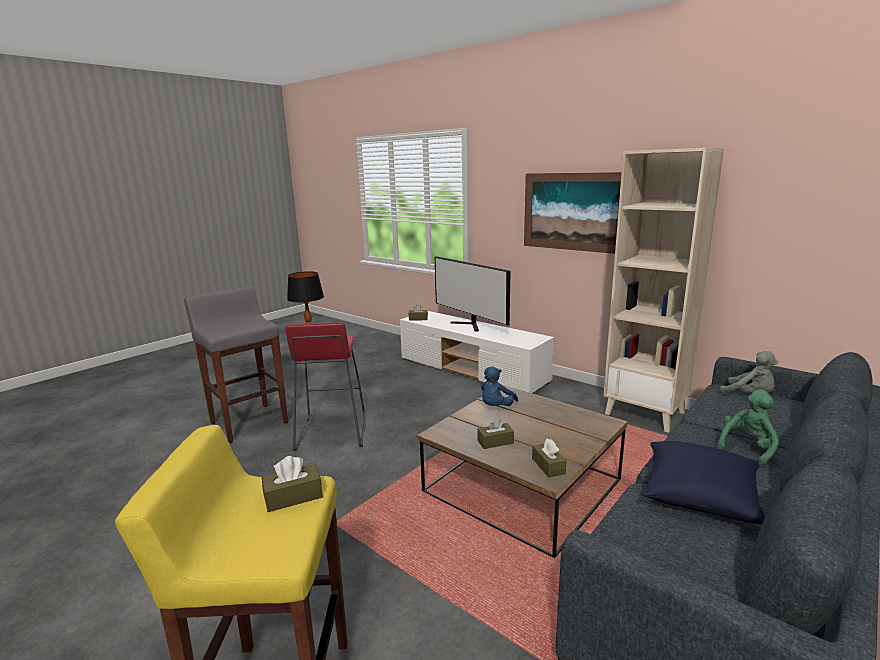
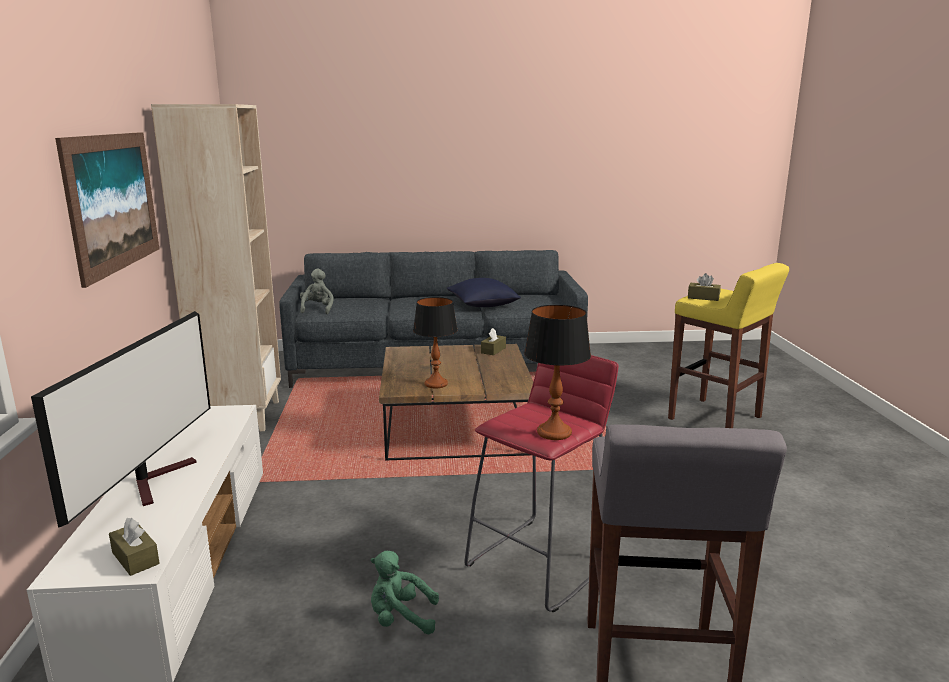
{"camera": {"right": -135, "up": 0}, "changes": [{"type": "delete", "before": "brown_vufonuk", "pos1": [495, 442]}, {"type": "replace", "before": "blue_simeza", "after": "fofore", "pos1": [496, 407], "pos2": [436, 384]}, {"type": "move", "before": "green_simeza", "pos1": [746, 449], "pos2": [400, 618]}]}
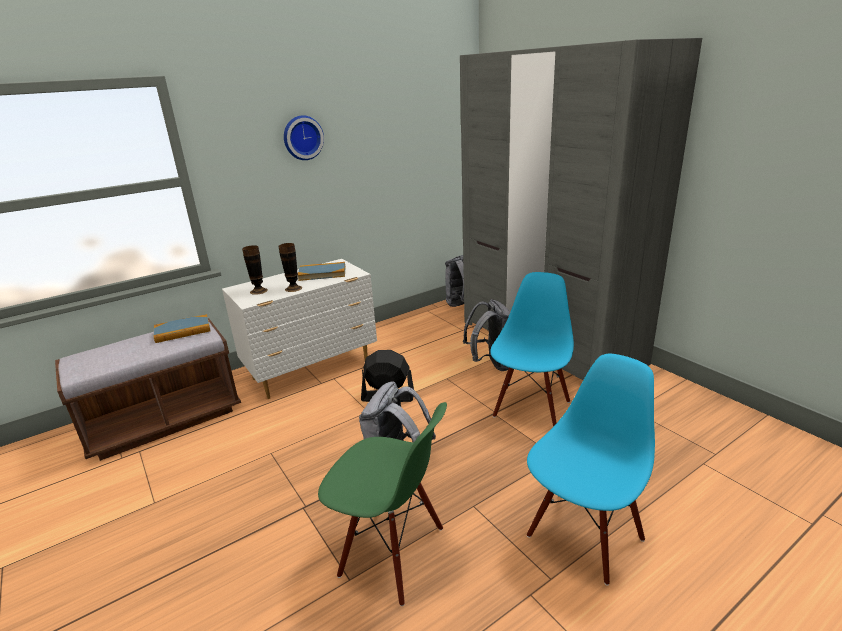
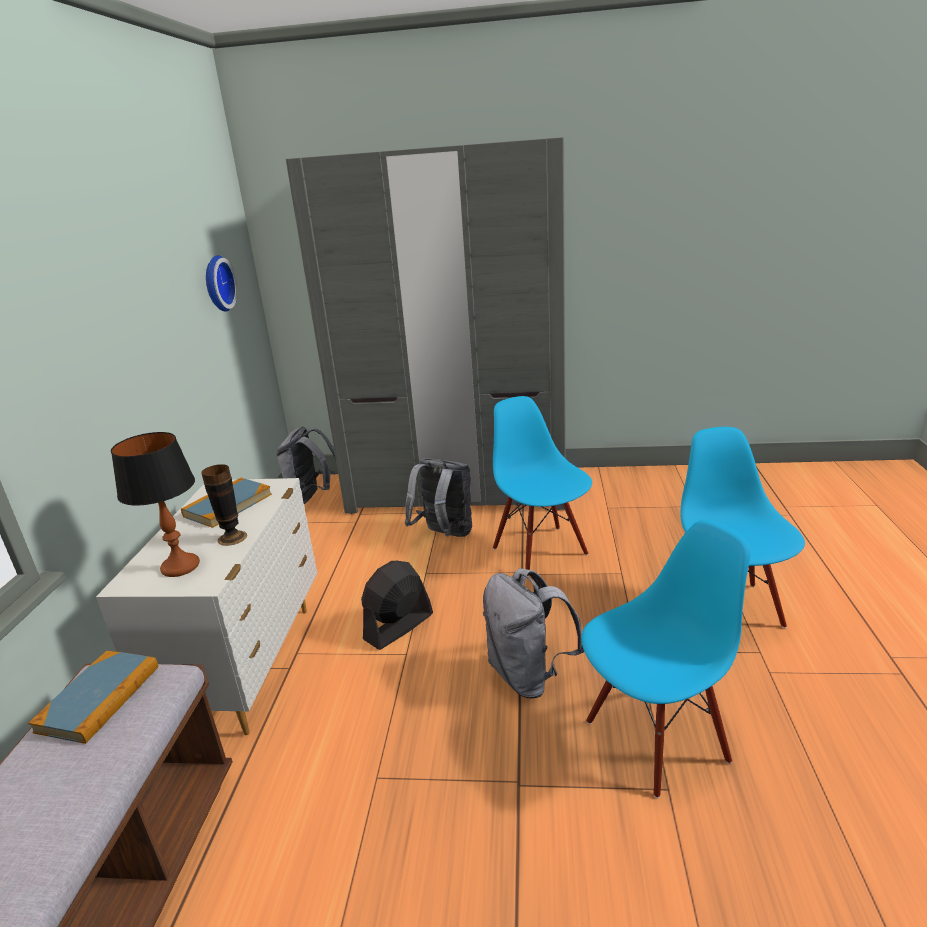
{"camera": {"right": -50, "up": 0}, "changes": [{"type": "replace", "before": "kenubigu", "after": "fofore", "pos1": [258, 291], "pos2": [181, 566]}, {"type": "move", "before": "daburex", "pos1": [302, 137], "pos2": [216, 284]}, {"type": "recolor", "before": "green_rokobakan", "after": "blue_rokobakan", "pos1": [392, 553], "pos2": [655, 738]}]}
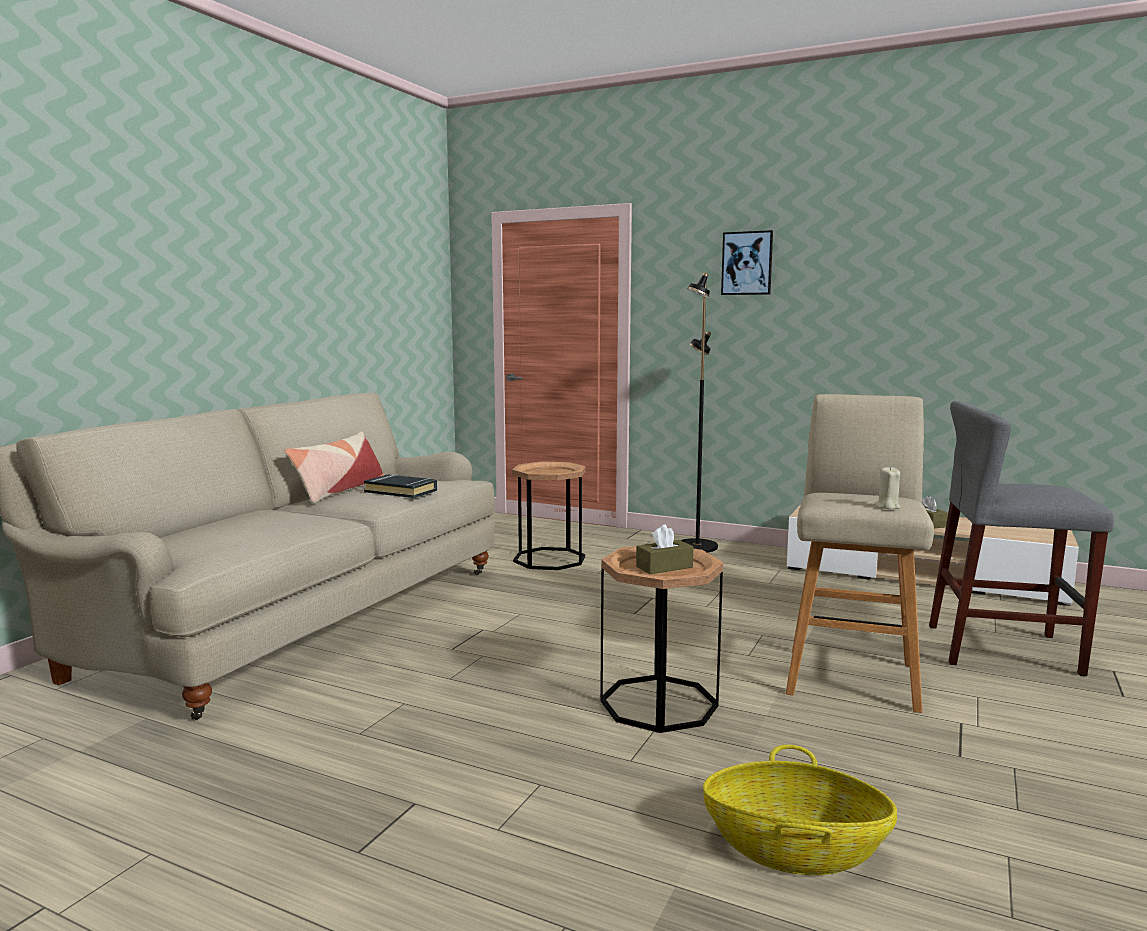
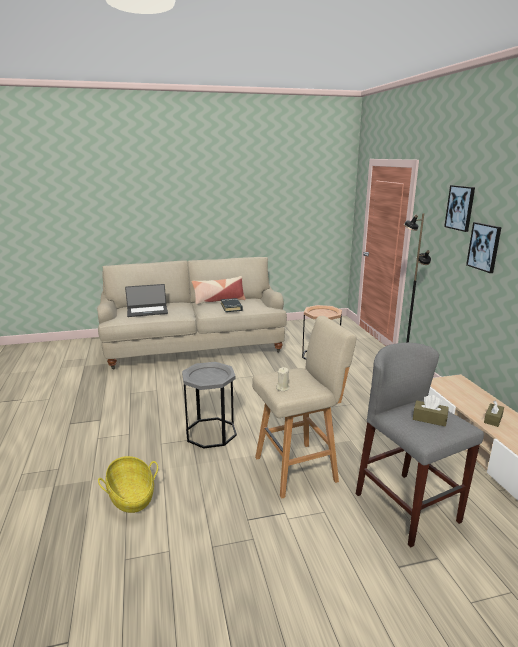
{"camera": {"right": 50, "up": 10}, "changes": [{"type": "recolor", "before": "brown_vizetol", "after": "grey_vizetol", "pos1": [659, 703], "pos2": [211, 432]}, {"type": "move", "before": "brown_vufonuk", "pos1": [664, 567], "pos2": [429, 419]}, {"type": "insert", "after": "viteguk", "pos2": [147, 311]}, {"type": "insert", "after": "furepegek", "pos2": [484, 247]}]}
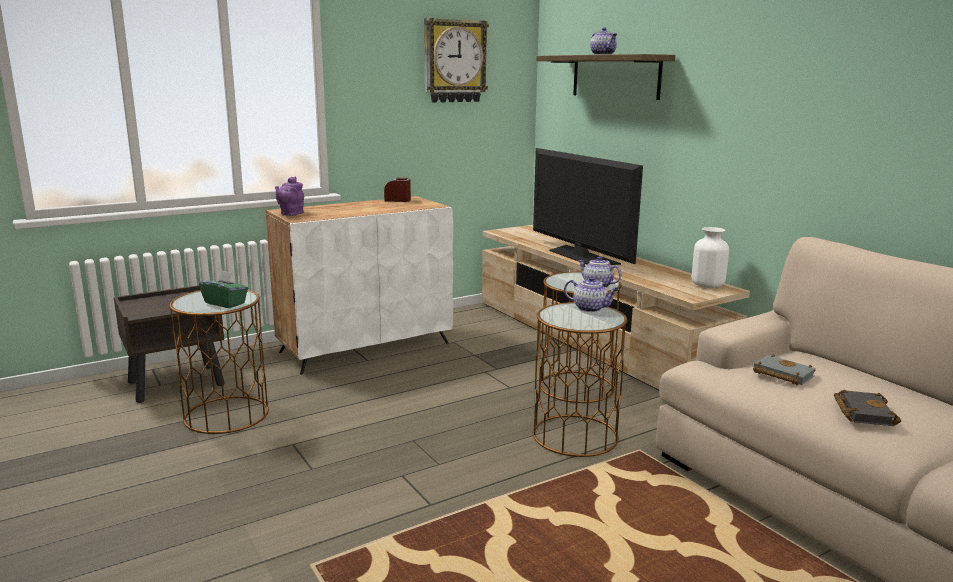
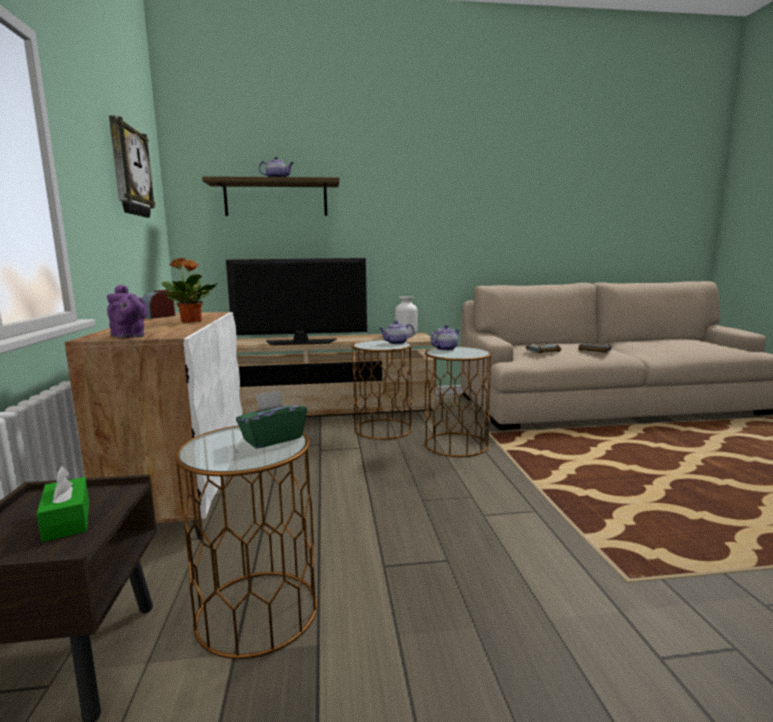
{"camera": {"right": -65, "up": -5}, "changes": [{"type": "insert", "after": "green_vufonuk", "pos2": [67, 520]}, {"type": "insert", "after": "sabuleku", "pos2": [191, 321]}]}
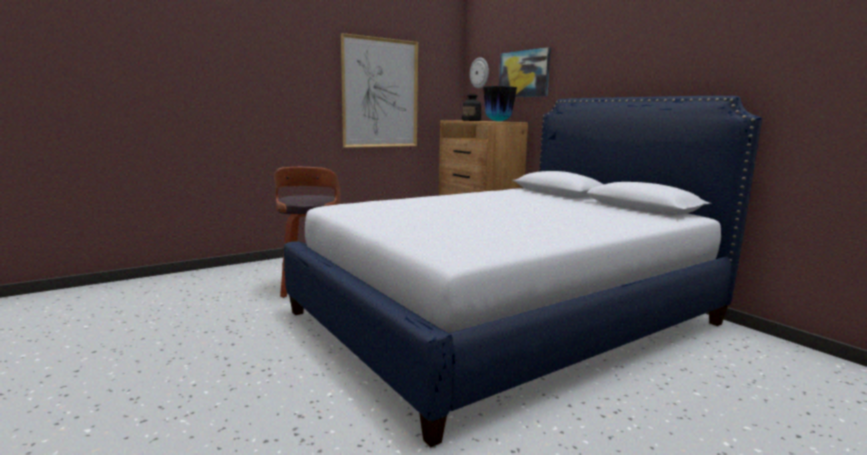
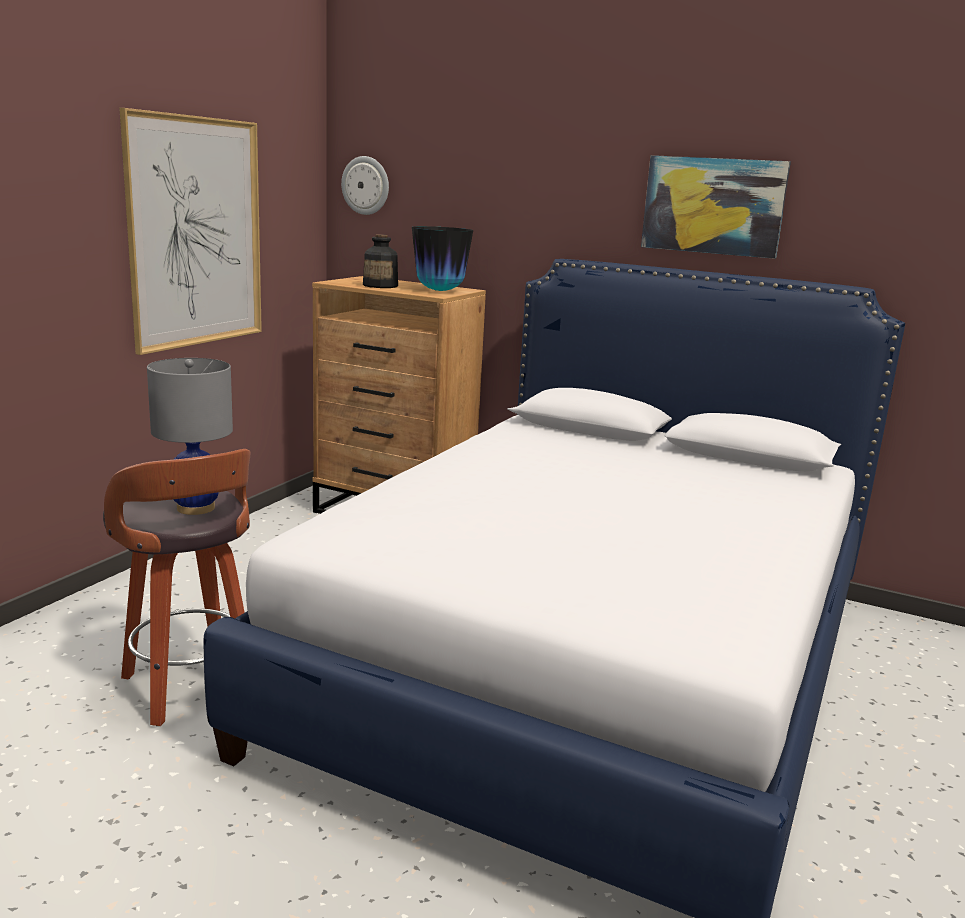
{"camera": {"right": -30, "up": 5}, "changes": [{"type": "move", "before": "furepegek", "pos1": [524, 74], "pos2": [713, 206]}, {"type": "insert", "after": "grey_fofore", "pos2": [196, 508]}]}
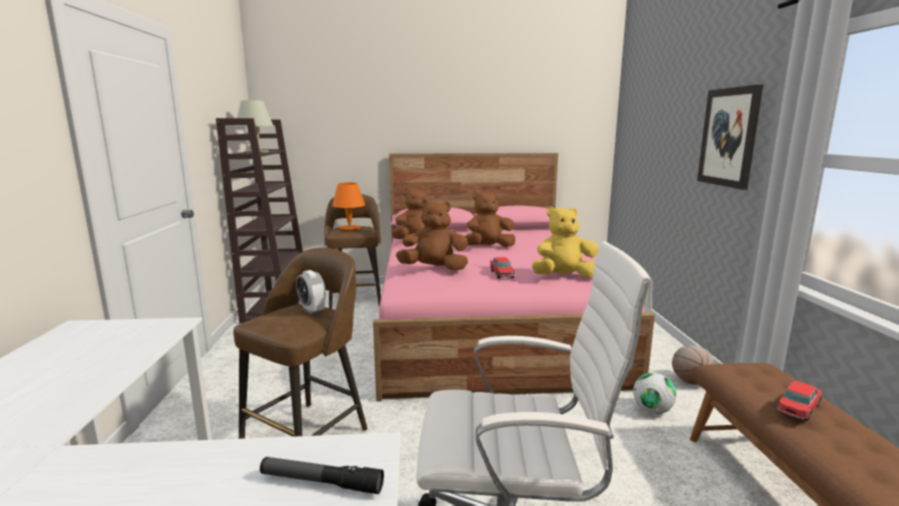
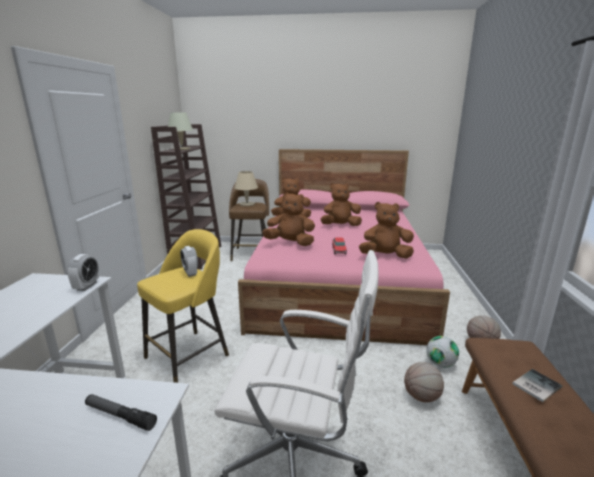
{"camera": {"right": 10, "up": 5}, "changes": [{"type": "recolor", "before": "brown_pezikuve", "after": "yellow_pezikuve", "pos1": [308, 435], "pos2": [189, 355]}, {"type": "recolor", "before": "orange_fofore", "after": "beige_fofore", "pos1": [349, 228], "pos2": [247, 204]}, {"type": "recolor", "before": "yellow_simeza", "after": "brown_simeza", "pos1": [563, 277], "pos2": [385, 256]}, {"type": "delete", "before": "furepegek", "pos1": [729, 137]}, {"type": "replace", "before": "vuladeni", "after": "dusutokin", "pos1": [798, 408], "pos2": [534, 385]}, {"type": "insert", "after": "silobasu", "pos2": [86, 286]}, {"type": "insert", "after": "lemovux", "pos2": [422, 397]}]}
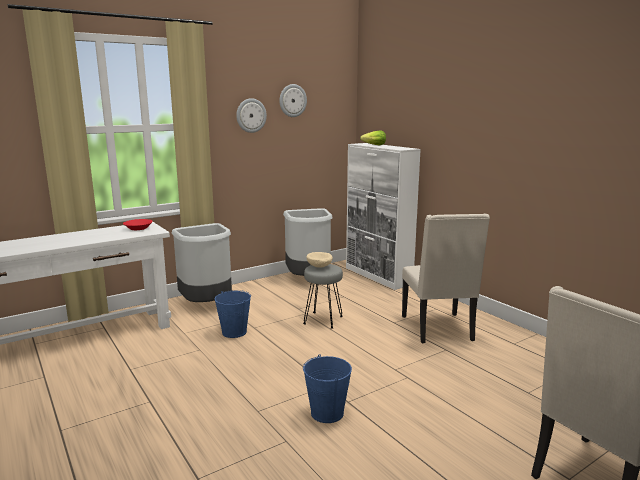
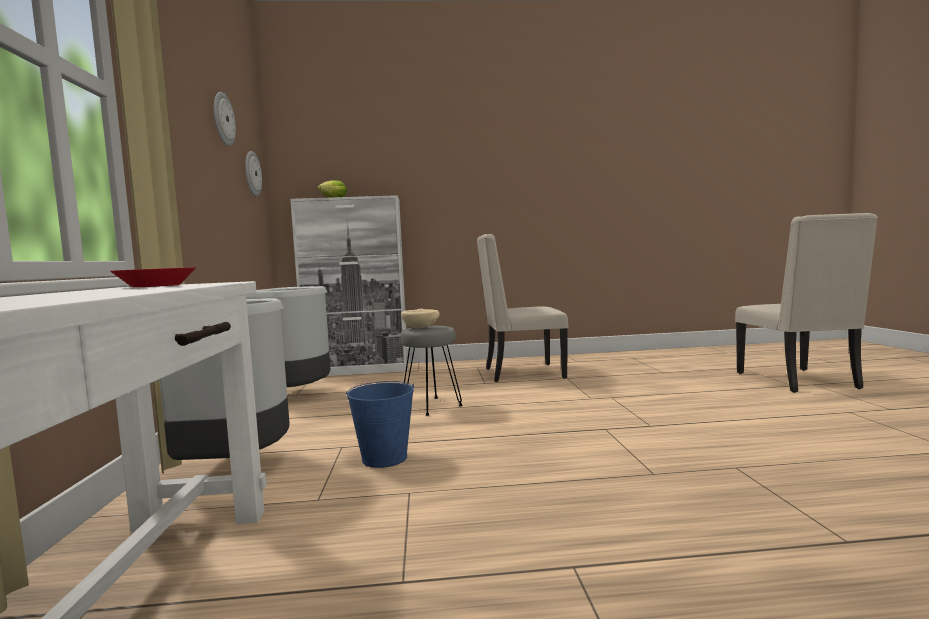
{"camera": {"right": -60, "up": -10}, "changes": [{"type": "move", "before": "daburex", "pos1": [251, 115], "pos2": [252, 174]}, {"type": "delete", "before": "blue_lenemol", "pos1": [327, 413]}, {"type": "rotate", "before": "beige_rokobakan", "pos1": [438, 329], "pos2": [522, 373], "turn": 150}]}
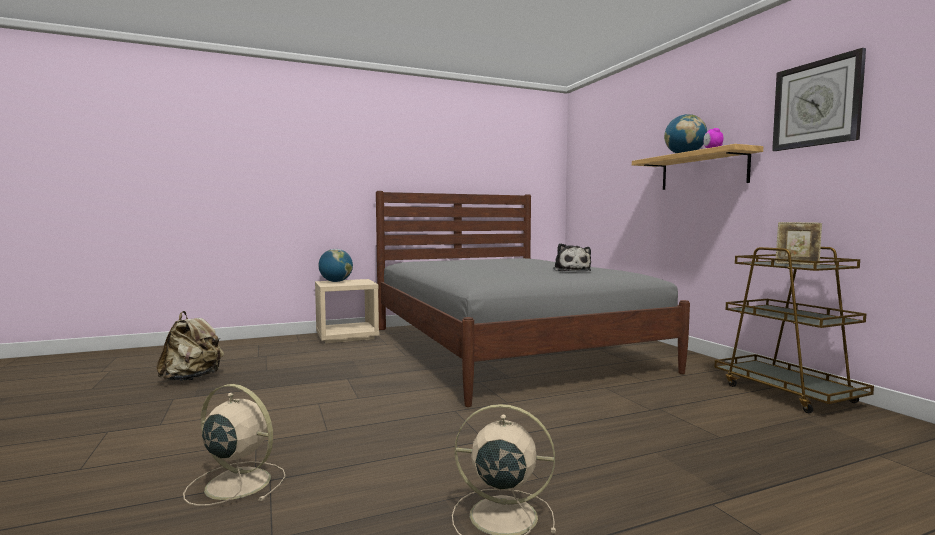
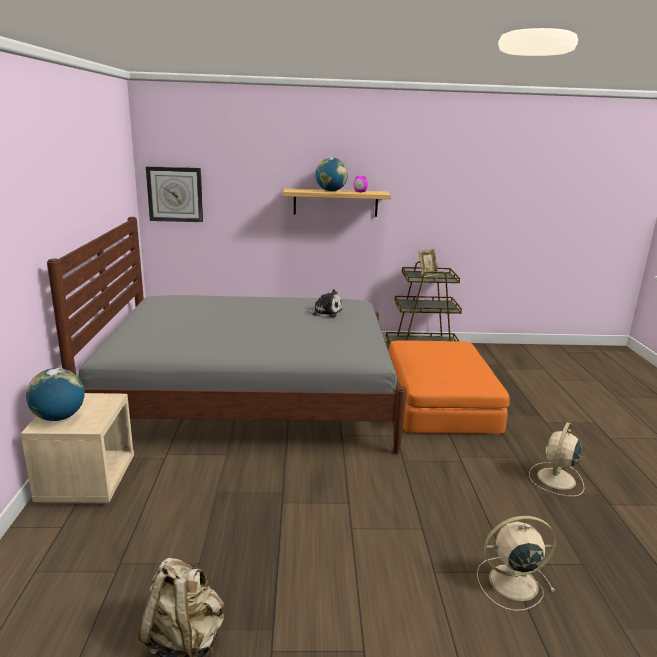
{"camera": {"right": -70, "up": 15}, "changes": [{"type": "rotate", "before": "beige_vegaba", "pos1": [235, 483], "pos2": [511, 582], "turn": 45}, {"type": "move", "before": "daburex", "pos1": [817, 104], "pos2": [175, 194]}, {"type": "insert", "after": "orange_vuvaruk", "pos2": [439, 400]}]}
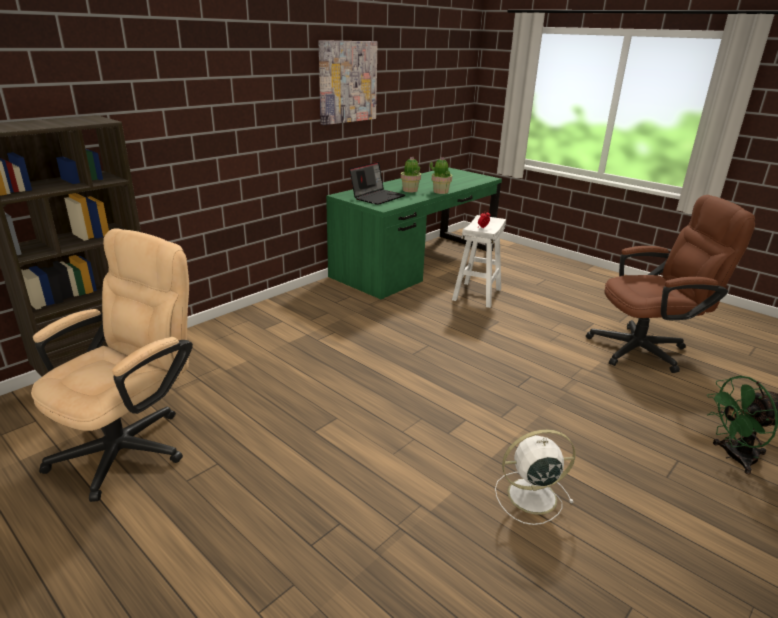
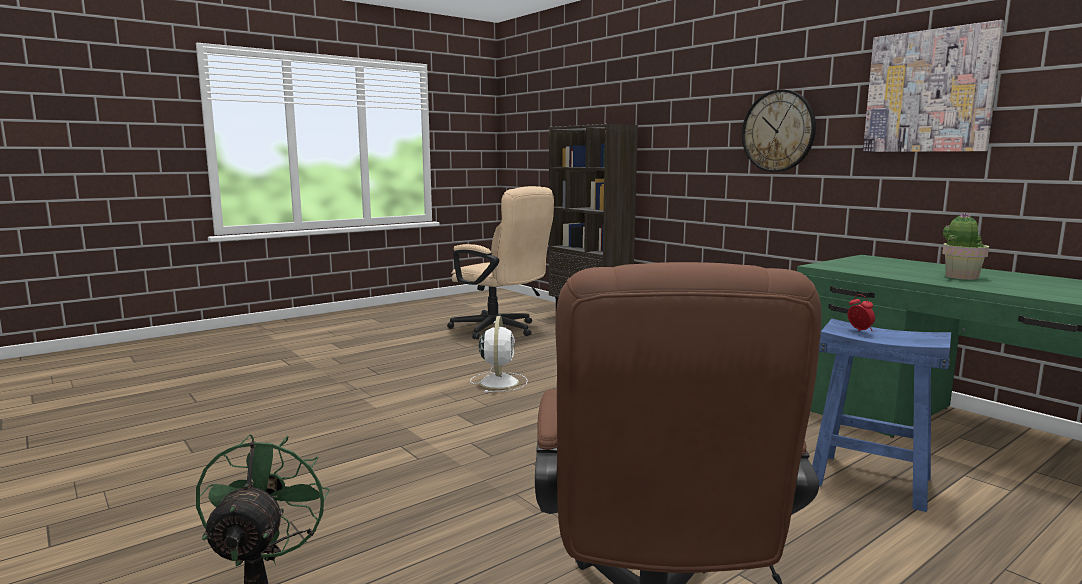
{"camera": {"right": 100, "up": -15}, "changes": [{"type": "delete", "before": "viteguk", "pos1": [377, 197]}, {"type": "delete", "before": "sabuleku", "pos1": [440, 191]}, {"type": "recolor", "before": "white_pezikuve", "after": "blue_pezikuve", "pos1": [477, 294], "pos2": [869, 480]}, {"type": "move", "before": "white_vegaba", "pos1": [529, 496], "pos2": [499, 382]}, {"type": "insert", "after": "daburex", "pos2": [778, 131]}]}
